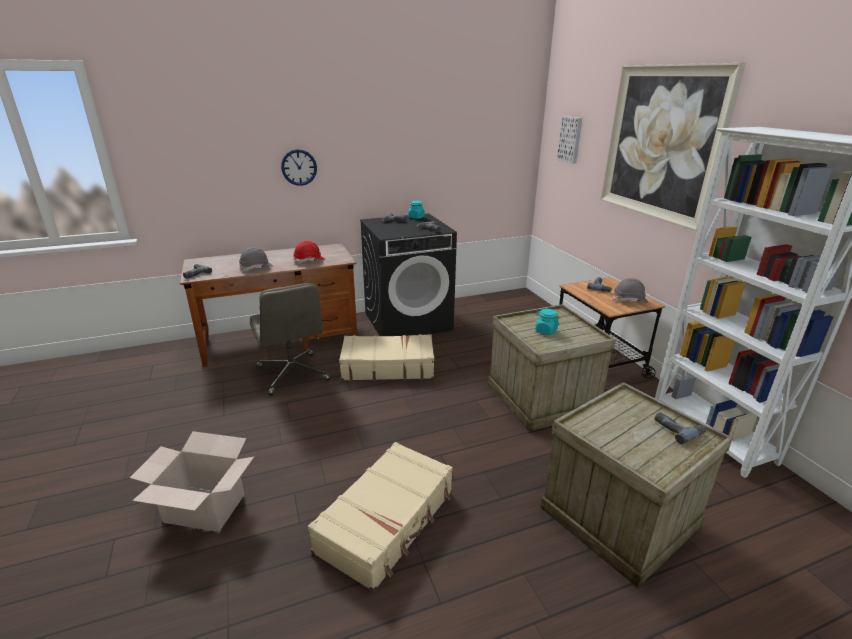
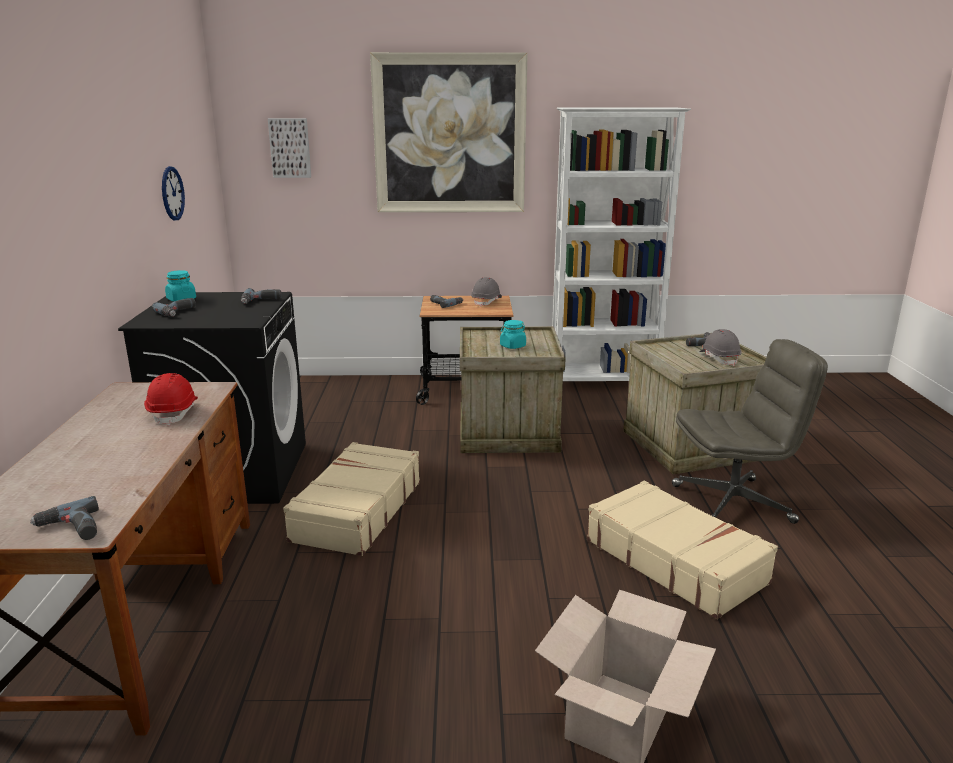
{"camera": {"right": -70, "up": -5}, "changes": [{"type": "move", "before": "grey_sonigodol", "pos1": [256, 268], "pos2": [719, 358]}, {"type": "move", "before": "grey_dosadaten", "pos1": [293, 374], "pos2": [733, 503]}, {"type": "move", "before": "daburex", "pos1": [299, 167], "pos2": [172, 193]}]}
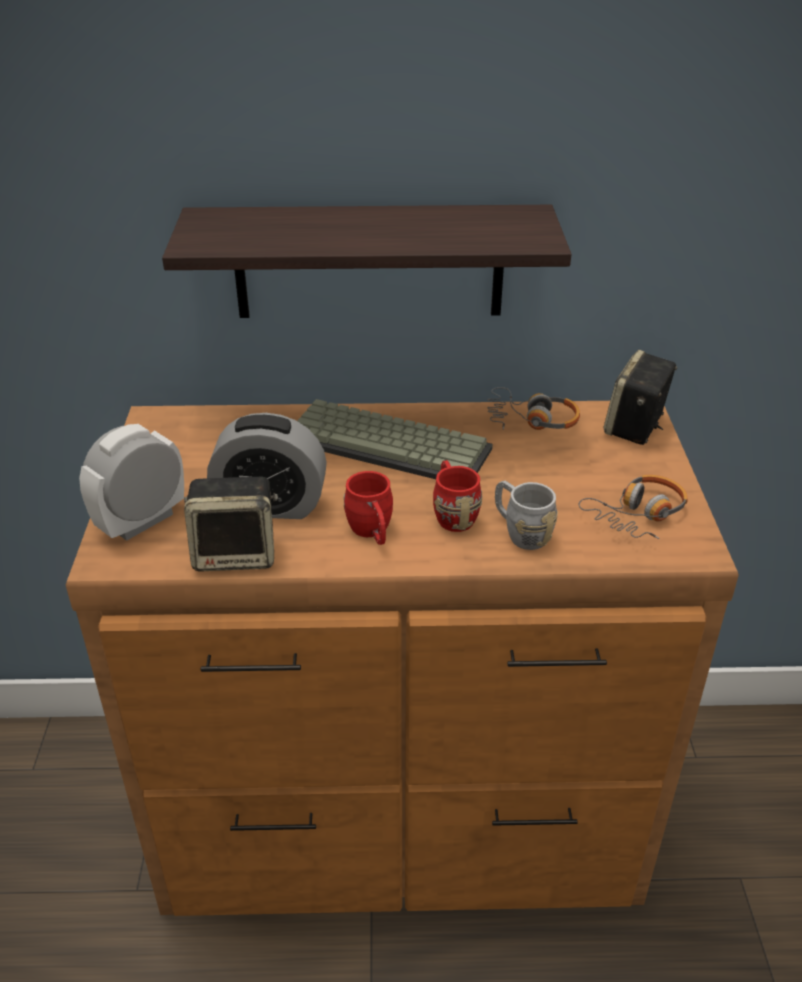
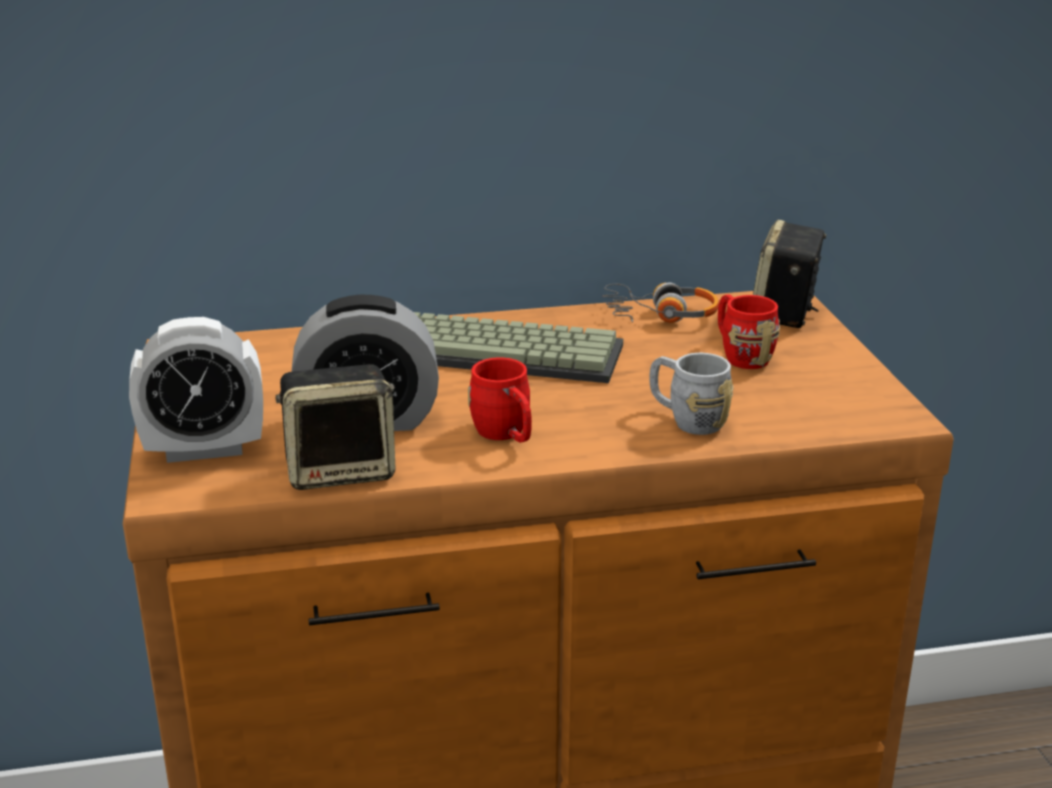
{"camera": {"right": -10, "up": -10}, "changes": [{"type": "rotate", "before": "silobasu", "pos1": [142, 521], "pos2": [204, 449], "turn": -135}, {"type": "delete", "before": "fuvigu", "pos1": [369, 262]}, {"type": "move", "before": "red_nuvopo", "pos1": [452, 513], "pos2": [740, 355]}, {"type": "delete", "before": "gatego", "pos1": [638, 514]}]}
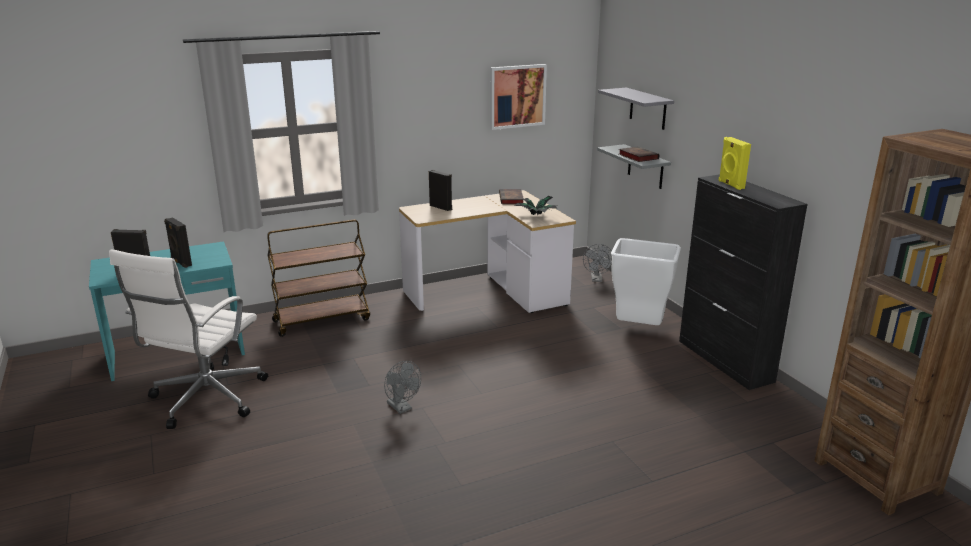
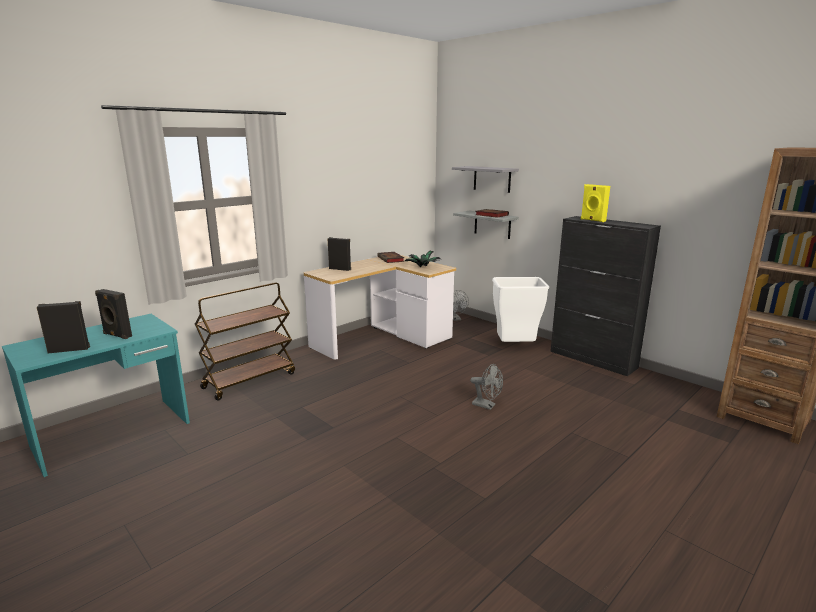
{"camera": {"right": -20, "up": -5}, "changes": [{"type": "delete", "before": "white_dosadaten", "pos1": [205, 399]}, {"type": "move", "before": "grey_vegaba", "pos1": [402, 408], "pos2": [487, 405]}, {"type": "delete", "before": "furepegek", "pos1": [517, 96]}]}
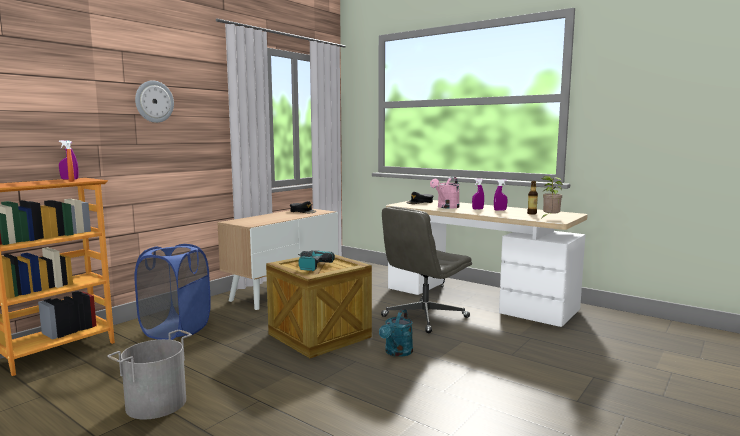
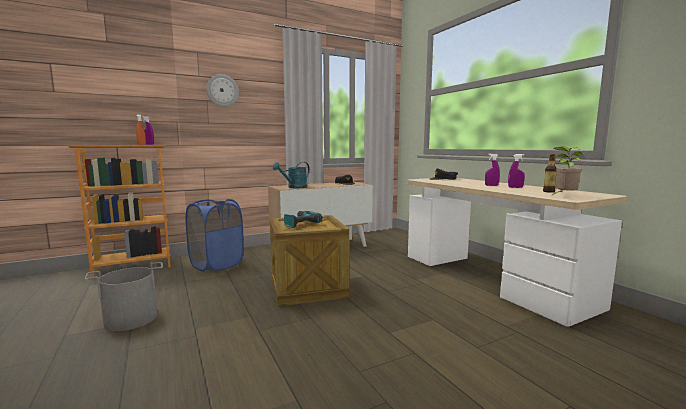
{"camera": {"right": 25, "up": 0}, "changes": [{"type": "move", "before": "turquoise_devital", "pos1": [397, 353], "pos2": [294, 187]}, {"type": "delete", "before": "grey_dosadaten", "pos1": [424, 317]}, {"type": "delete", "before": "pink_devital", "pos1": [446, 207]}]}
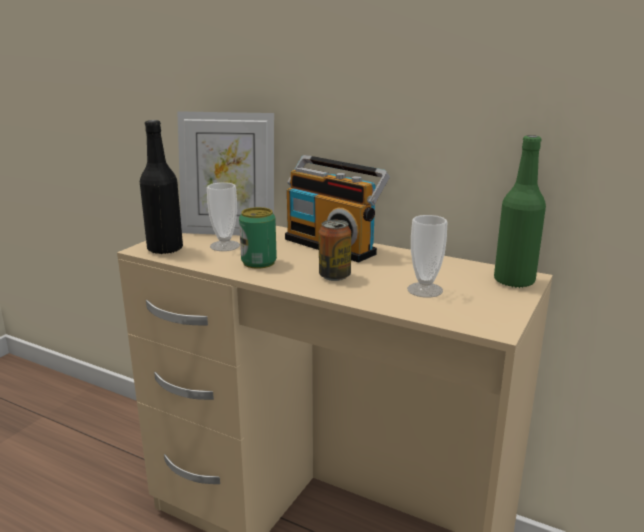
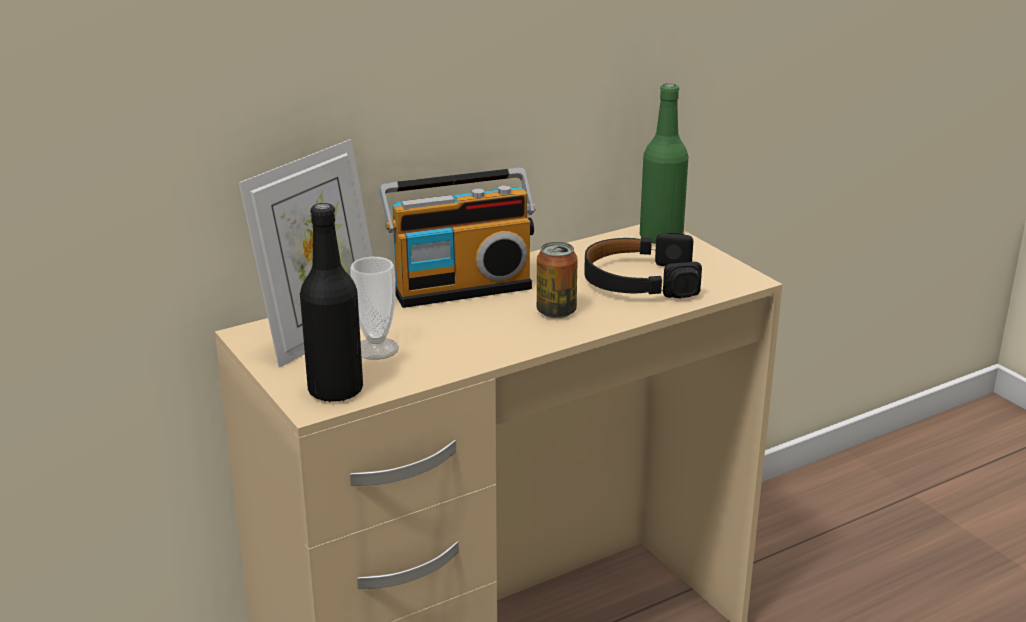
{"camera": {"right": -60, "up": 5}, "changes": [{"type": "delete", "before": "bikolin", "pos1": [259, 262]}, {"type": "replace", "before": "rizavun", "after": "black_gatego", "pos1": [425, 290], "pos2": [639, 281]}]}
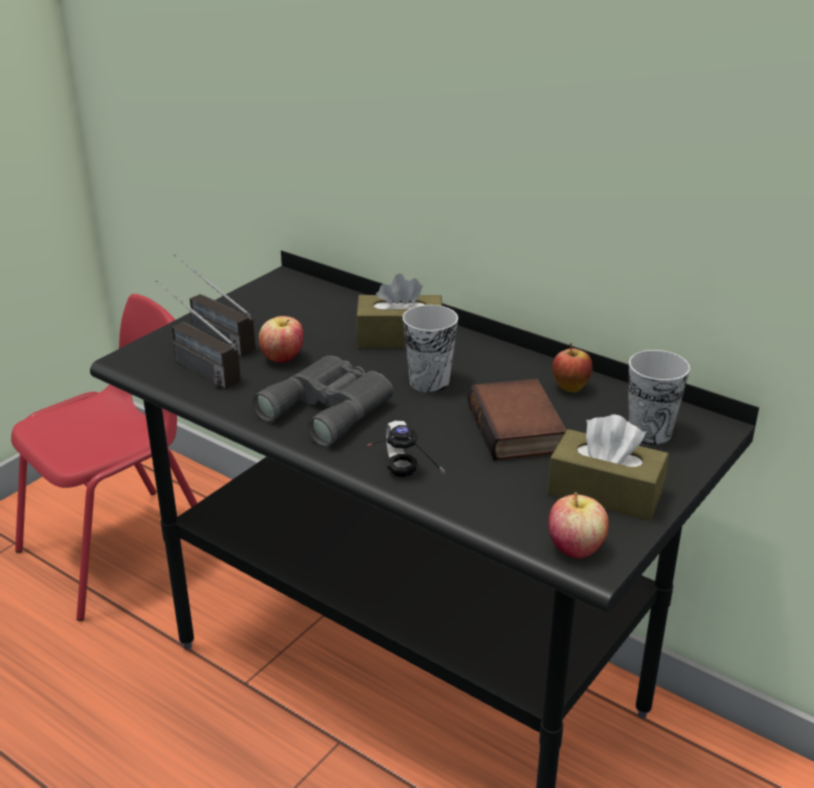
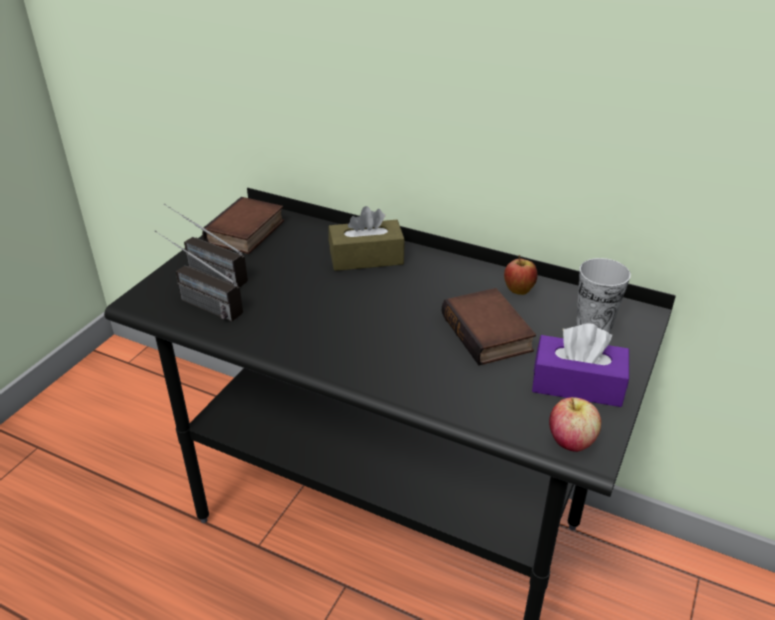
{"camera": {"right": -10, "up": 5}, "changes": [{"type": "delete", "before": "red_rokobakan", "pos1": [121, 550]}, {"type": "delete", "before": "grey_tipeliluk", "pos1": [331, 407]}, {"type": "delete", "before": "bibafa", "pos1": [282, 358]}, {"type": "delete", "before": "gatego", "pos1": [398, 484]}, {"type": "delete", "before": "rizavun", "pos1": [429, 382]}, {"type": "recolor", "before": "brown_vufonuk", "after": "purple_vufonuk", "pos1": [605, 492], "pos2": [577, 384]}, {"type": "insert", "after": "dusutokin", "pos2": [247, 233]}]}
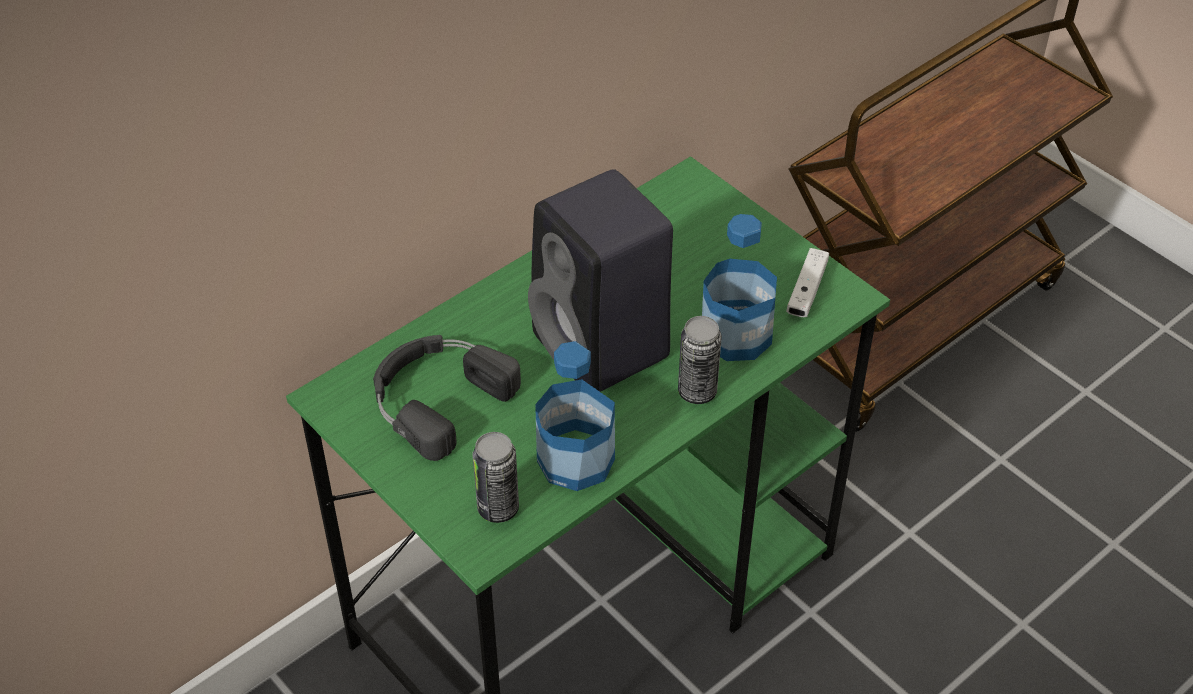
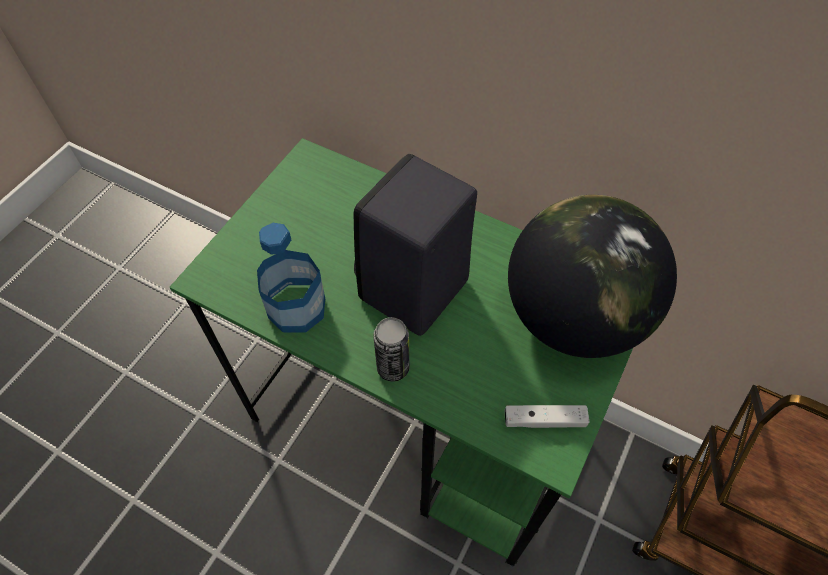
{"camera": {"right": 70, "up": 10}, "changes": [{"type": "delete", "before": "black_gatego", "pos1": [437, 398]}, {"type": "delete", "before": "bikolin", "pos1": [498, 508]}, {"type": "delete", "before": "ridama", "pos1": [736, 335]}, {"type": "insert", "after": "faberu", "pos2": [573, 317]}]}
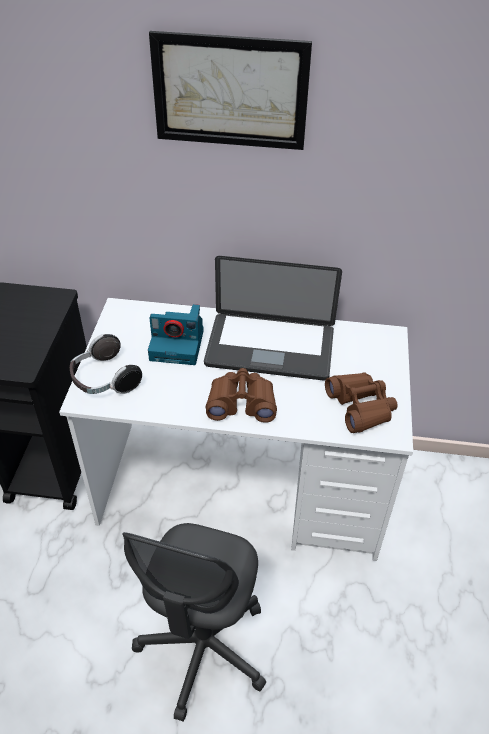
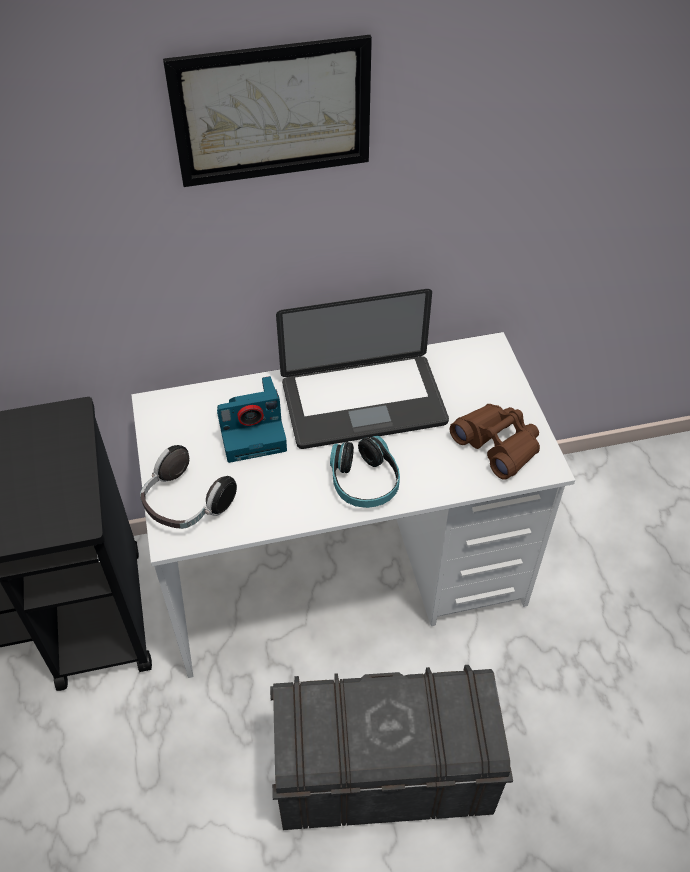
{"camera": {"right": -20, "up": 5}, "changes": [{"type": "replace", "before": "grey_dosadaten", "after": "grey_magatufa", "pos1": [203, 649], "pos2": [382, 774]}, {"type": "replace", "before": "brown_tipeliluk", "after": "gatego", "pos1": [241, 403], "pos2": [364, 482]}]}
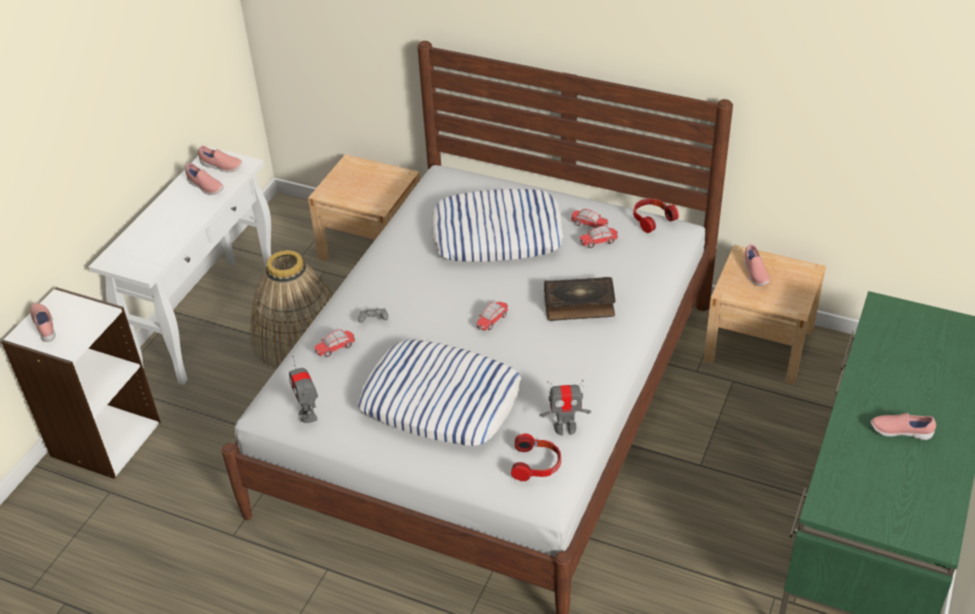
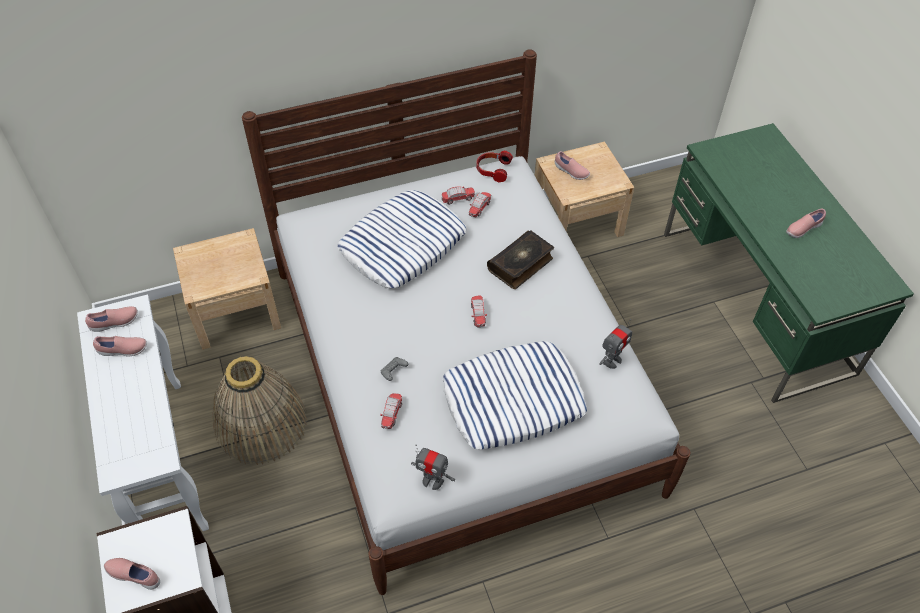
{"camera": {"right": -45, "up": 10}, "changes": [{"type": "delete", "before": "gatego", "pos1": [537, 464]}]}
